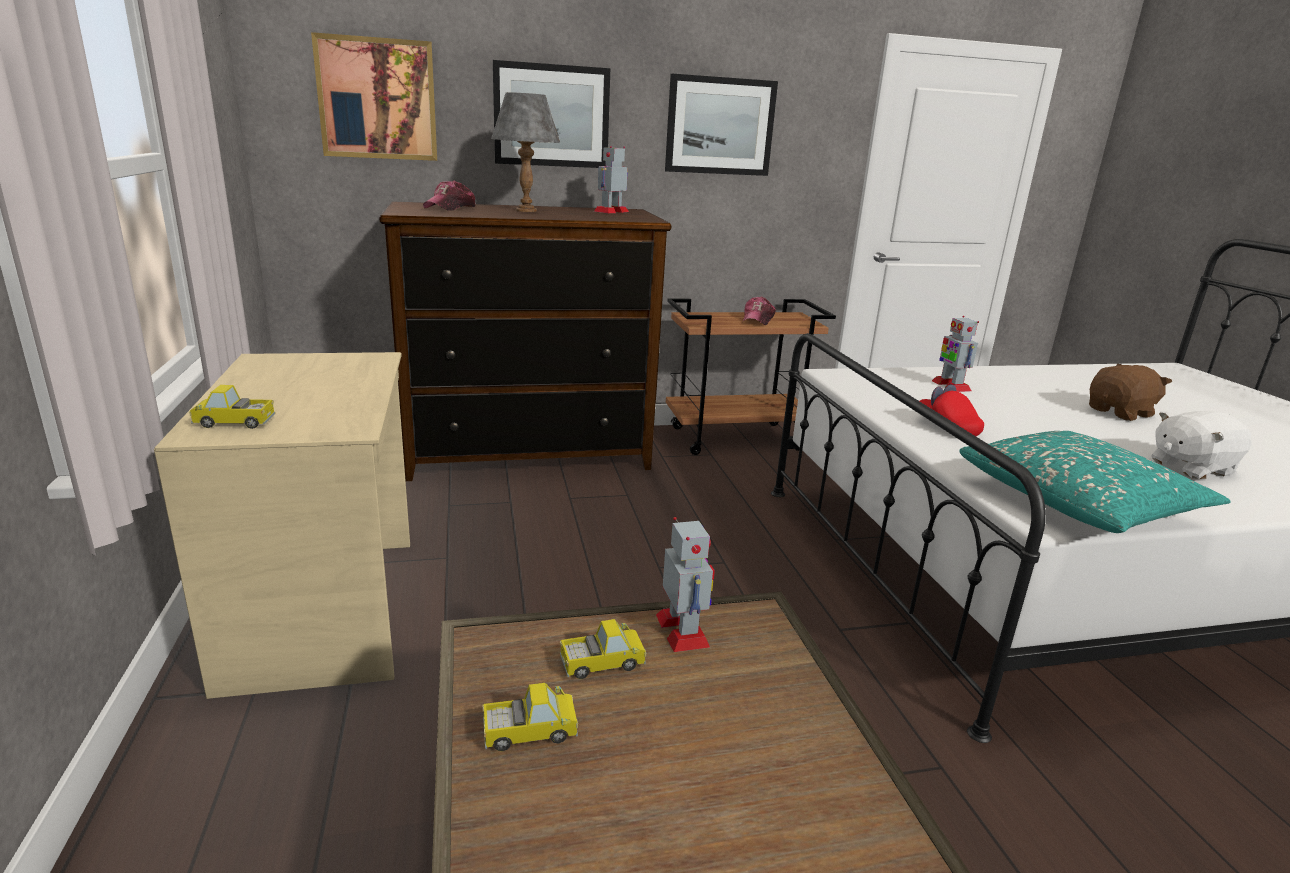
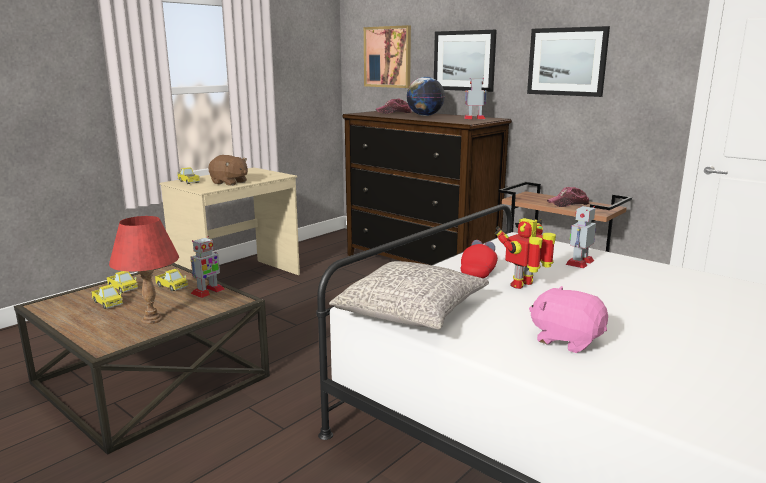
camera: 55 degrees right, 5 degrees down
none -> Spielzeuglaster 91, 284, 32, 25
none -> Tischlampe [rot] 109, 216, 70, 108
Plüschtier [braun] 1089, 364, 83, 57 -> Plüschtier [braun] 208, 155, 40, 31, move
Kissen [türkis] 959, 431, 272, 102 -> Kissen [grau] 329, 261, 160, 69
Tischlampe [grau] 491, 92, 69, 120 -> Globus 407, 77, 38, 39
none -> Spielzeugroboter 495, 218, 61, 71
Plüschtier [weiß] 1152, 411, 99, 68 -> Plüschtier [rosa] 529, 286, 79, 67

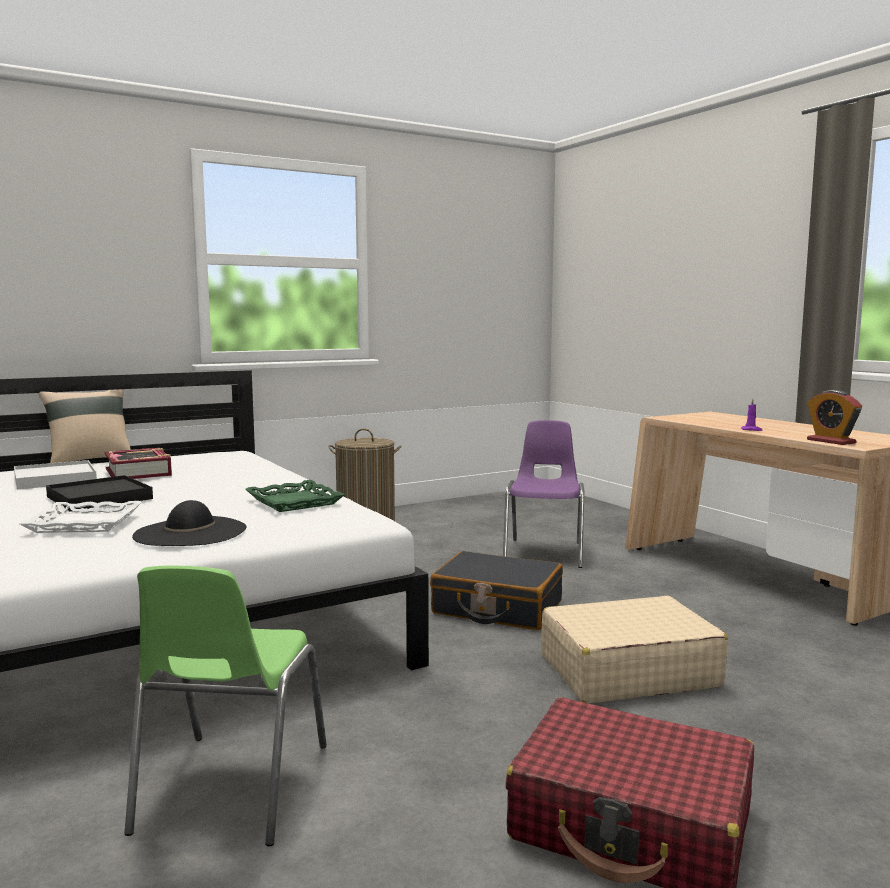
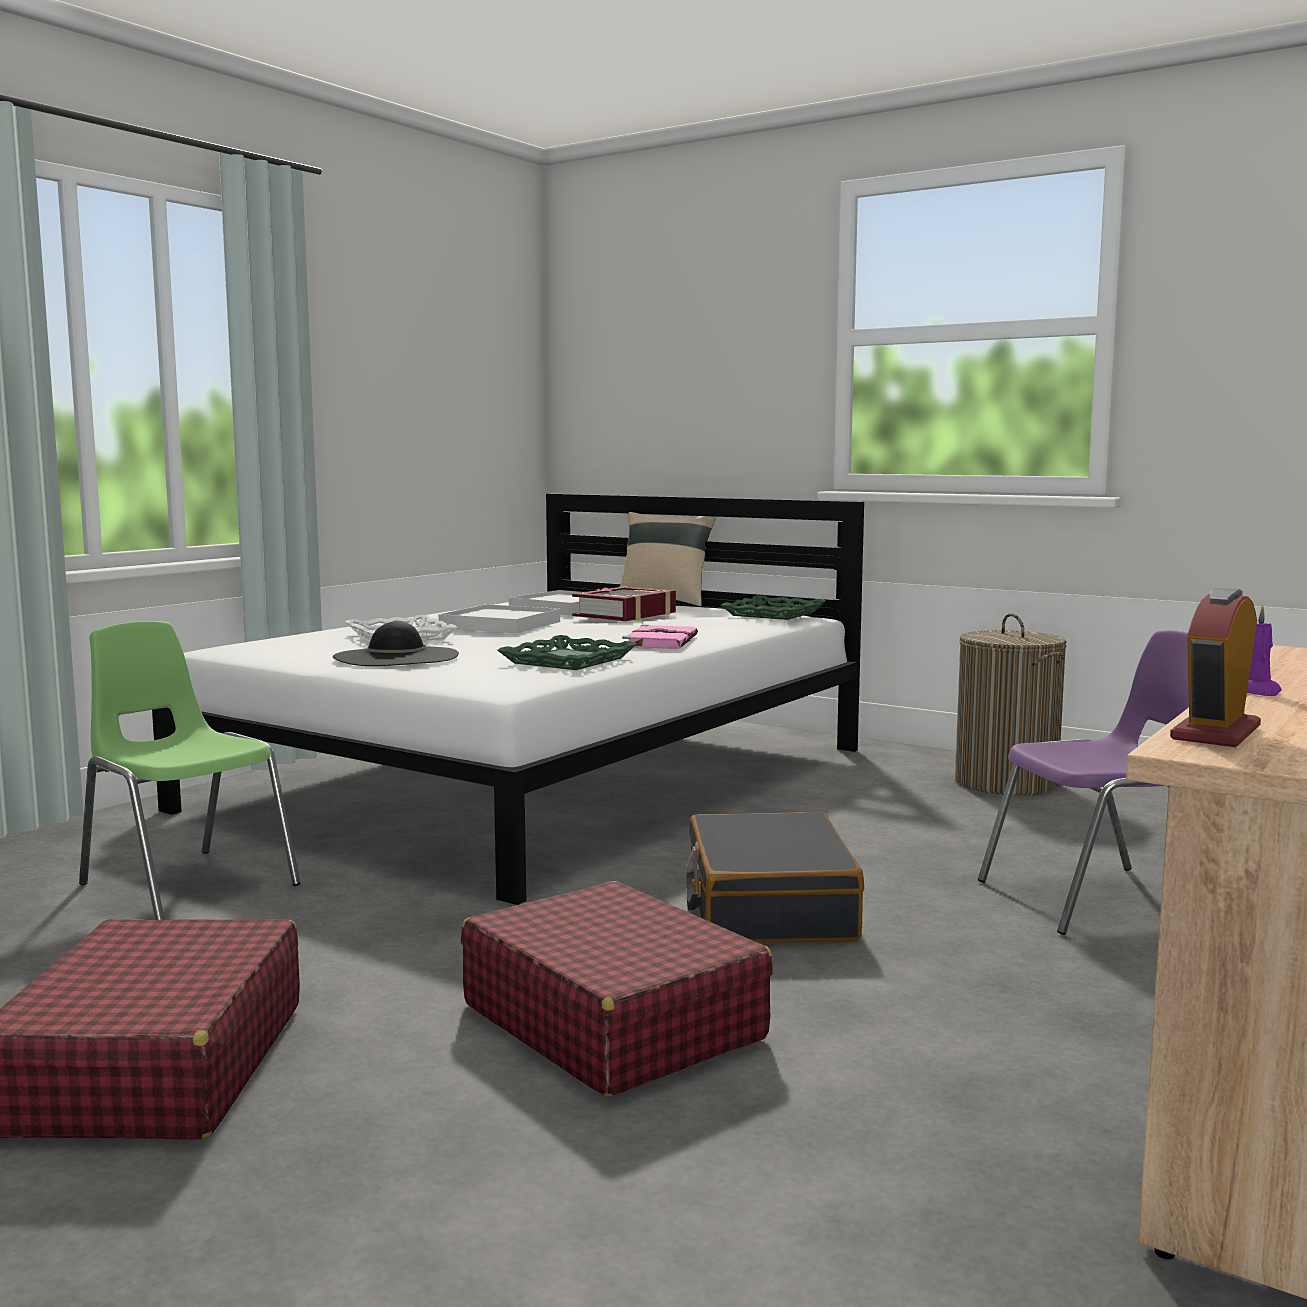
camera: 65 degrees right, 0 degrees up
Stuhl [grün] 124, 566, 203, 280 -> Stuhl [grün] 79, 621, 221, 299, 60 degrees clockwise
Tablett [schwarz] 46, 475, 107, 36 -> Tablett [weiß] 438, 604, 122, 29
Koffer [beige] 541, 596, 187, 107 -> Koffer [rot] 461, 881, 313, 215
none -> Buch [rosa] 622, 624, 76, 25
none -> Tablett [grün] 721, 595, 105, 25

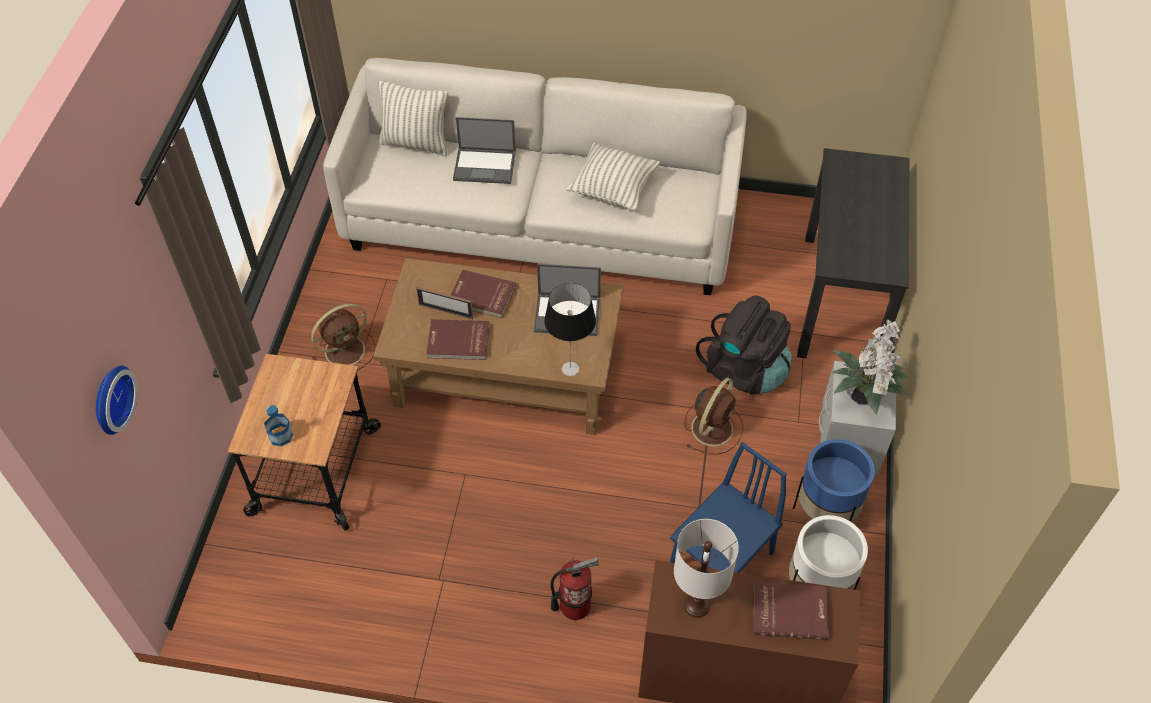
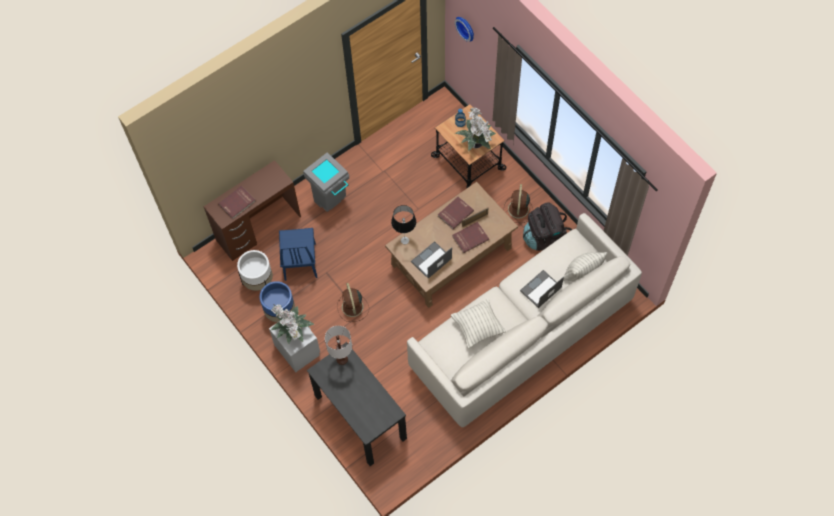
camera: 135 degrees right, 10 degrees up
Feuerlöscher 550, 557, 49, 63 -> Mülleimer [grau] 303, 152, 46, 60
Tischlampe [weiß] 674, 519, 65, 99 -> Tischlampe [weiß] 325, 326, 27, 39, move
none -> Topfpflanze 455, 108, 41, 43
Rucksack [schwarz] 696, 296, 96, 98 -> Rucksack [schwarz] 523, 202, 49, 49, move

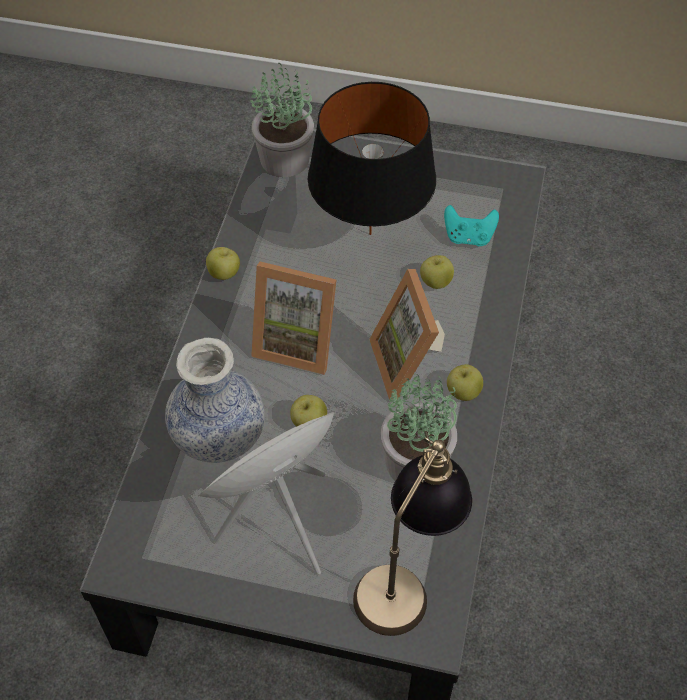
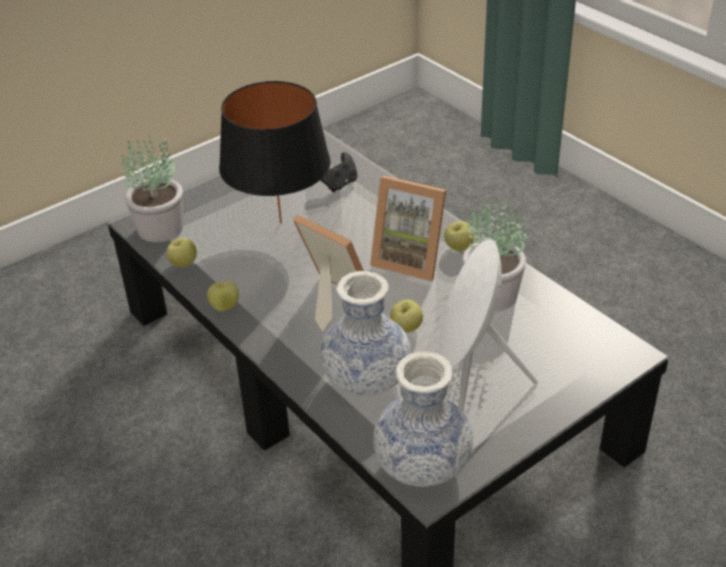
camera: 50 degrees left, 15 degrees down
Apfel 420, 255, 34, 34 -> Apfel 166, 238, 31, 29, move
Bilderrahmen 251, 262, 85, 113 -> Bilderrahmen 293, 215, 71, 117, 105 degrees counterclockwise
Gamepad [türkis] 444, 205, 55, 41 -> Gamepad [schwarz] 320, 152, 38, 40
none -> Vase 373, 351, 100, 136
Tischlampe 353, 431, 119, 205 -> none

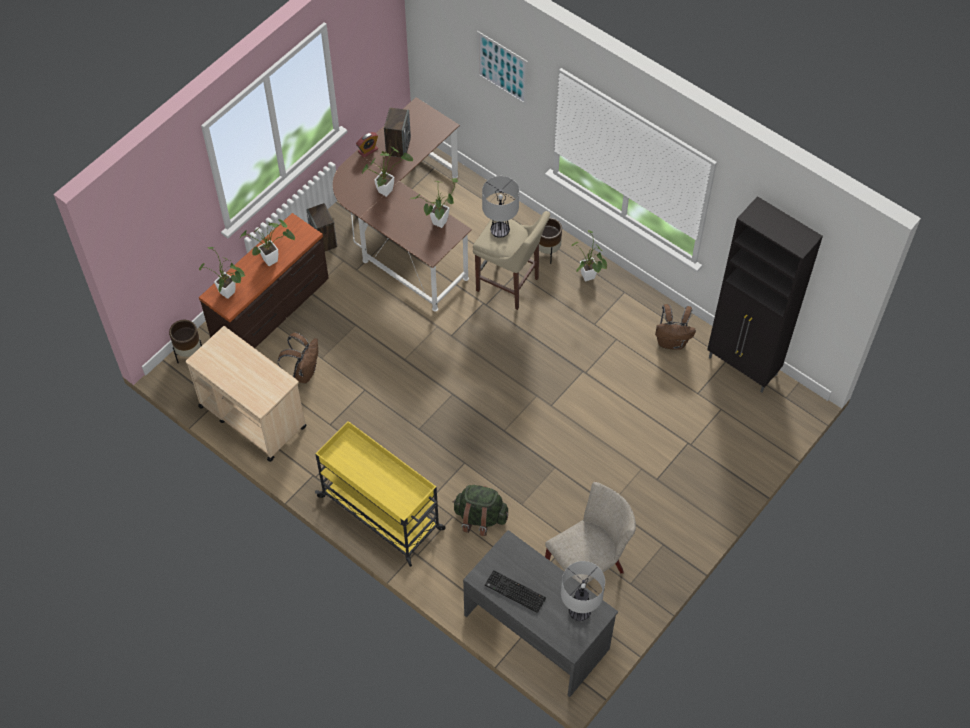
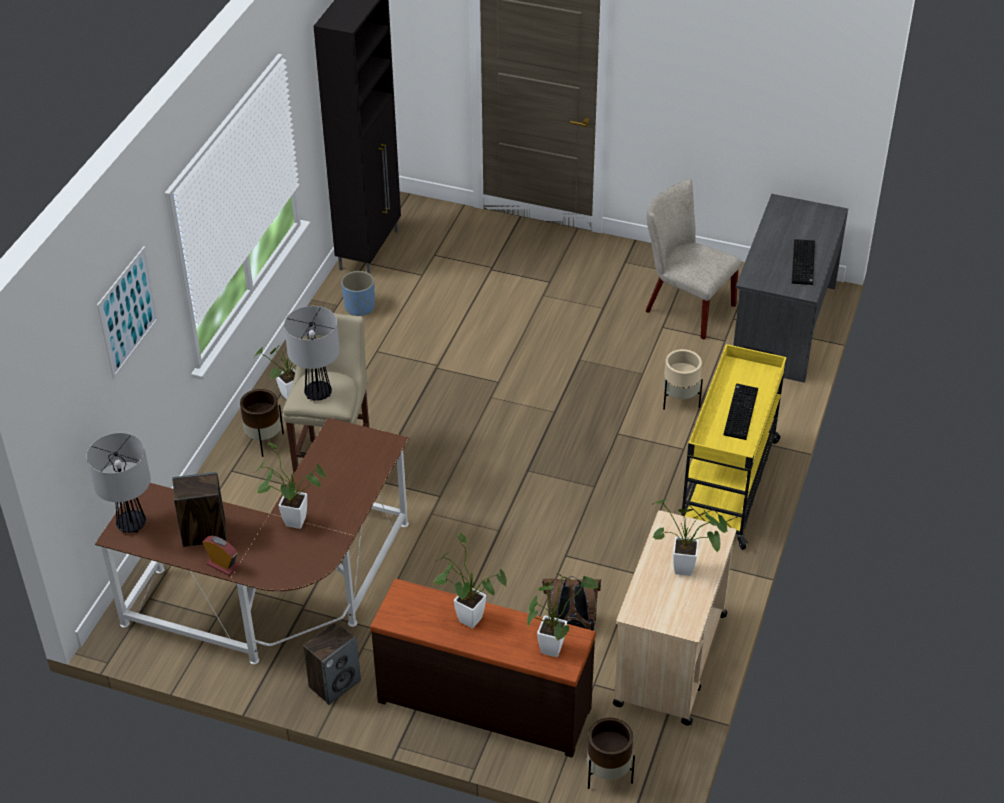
camera: 110 degrees left, 15 degrees down
Tischlampe 561, 561, 44, 60 -> Tischlampe 86, 433, 65, 100, move
Rucksack [braun] 655, 304, 41, 46 -> Pflanzkübel [blau] 341, 271, 34, 45
Topfpflanze 410, 178, 48, 50 -> Topfpflanze 652, 499, 76, 77, move
Rucksack [grün] 453, 485, 55, 51 -> Pflanzkübel [beige] 663, 349, 40, 61
none -> Tastatur 723, 383, 35, 57

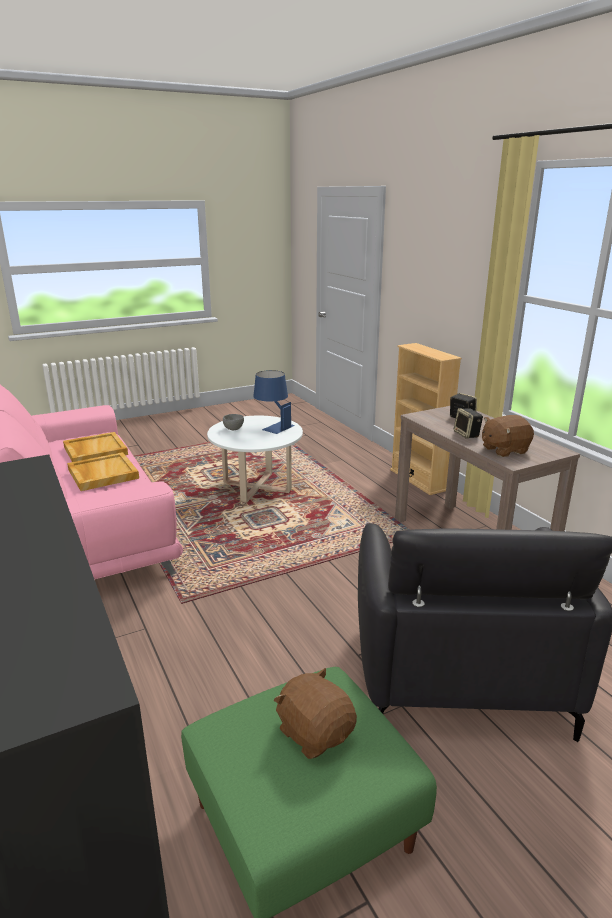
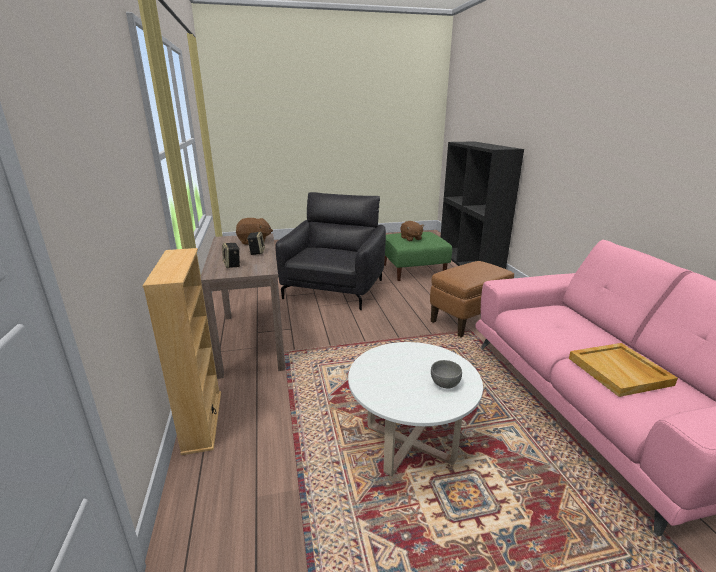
camera: 165 degrees left, 0 degrees up
none -> Polsterhocker [braun] 430, 261, 84, 76
Tablett [beige] 67, 452, 72, 39 -> none
Tischlampe [blau] 253, 370, 42, 64 -> none

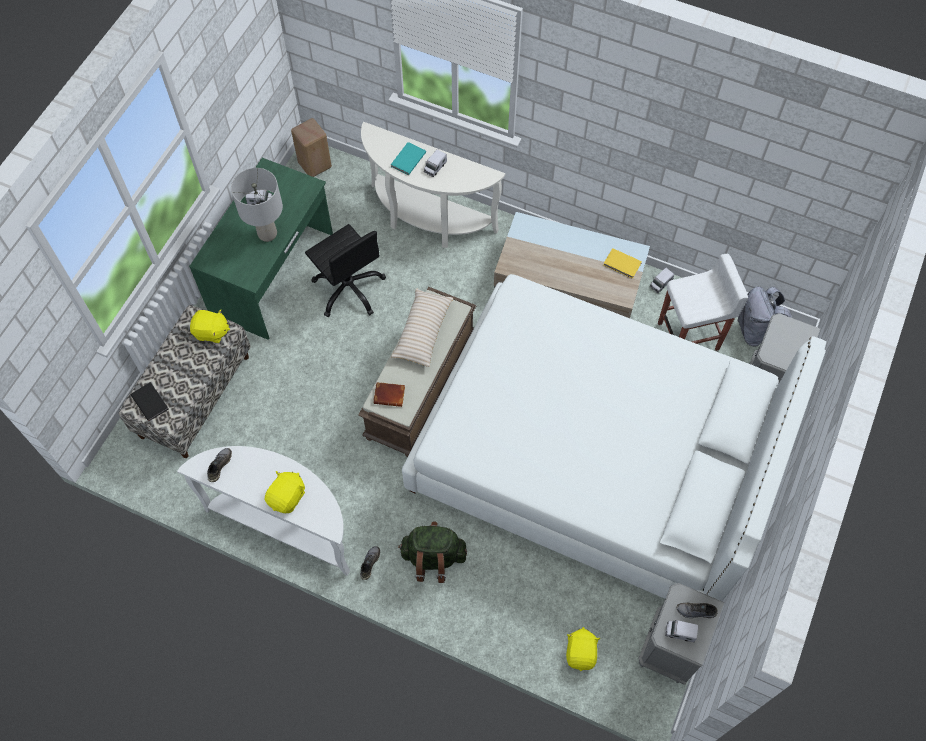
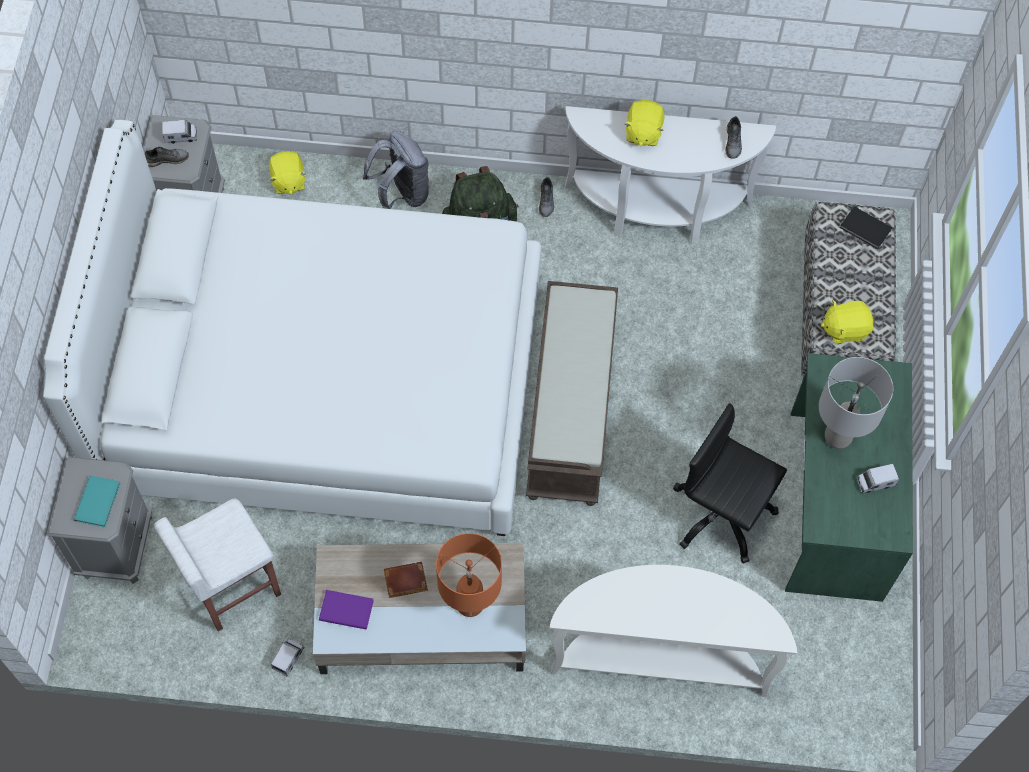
camera: 160 degrees right, 0 degrees up
Buch [türkis] 391, 142, 35, 33 -> Buch [türkis] 74, 475, 47, 53, move
Buch [gelb] 604, 248, 38, 31 -> Buch [lila] 319, 590, 55, 40
Rucksack [grau] 737, 286, 55, 61 -> Rucksack [grau] 363, 131, 66, 78, move
Buch [braun] 373, 382, 32, 25 -> Buch [braun] 384, 562, 44, 36, move
none -> Tischlampe [orange] 436, 533, 66, 84
Hocker [beige] 291, 118, 41, 59 -> none
Kissen [beige] 391, 288, 62, 79 -> none
Spielzeuglaster 424, 149, 23, 28 -> none

